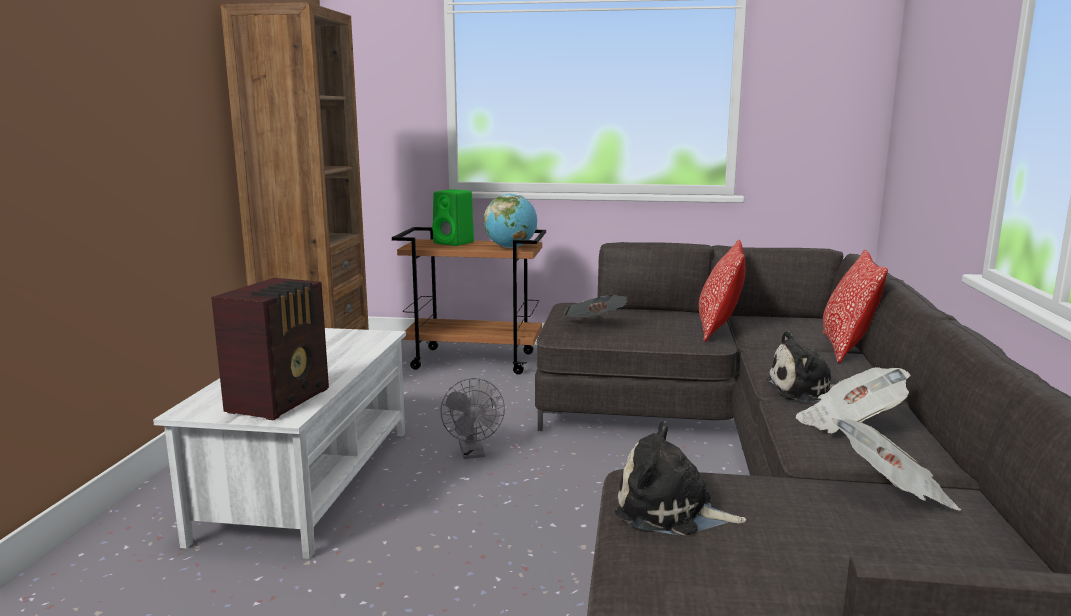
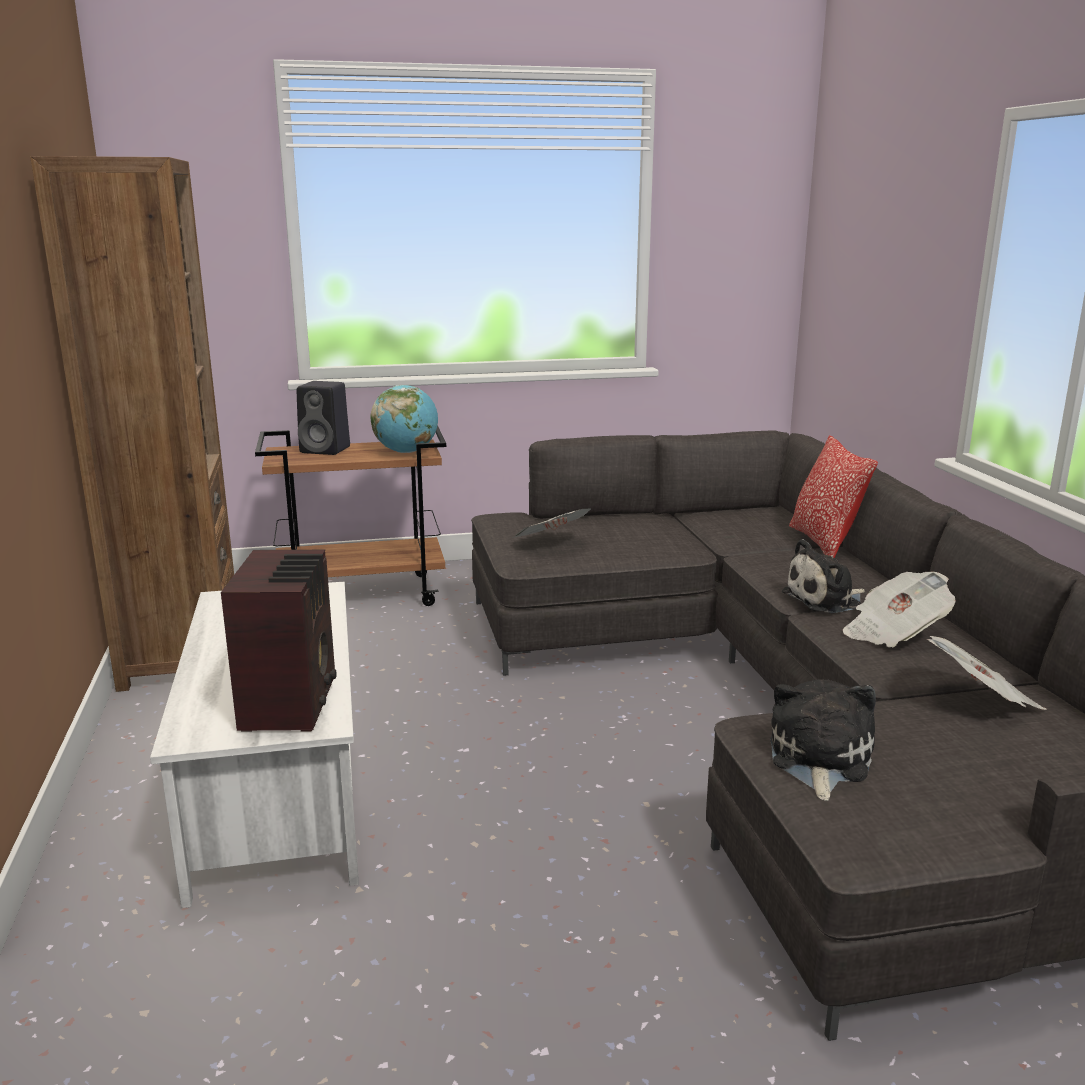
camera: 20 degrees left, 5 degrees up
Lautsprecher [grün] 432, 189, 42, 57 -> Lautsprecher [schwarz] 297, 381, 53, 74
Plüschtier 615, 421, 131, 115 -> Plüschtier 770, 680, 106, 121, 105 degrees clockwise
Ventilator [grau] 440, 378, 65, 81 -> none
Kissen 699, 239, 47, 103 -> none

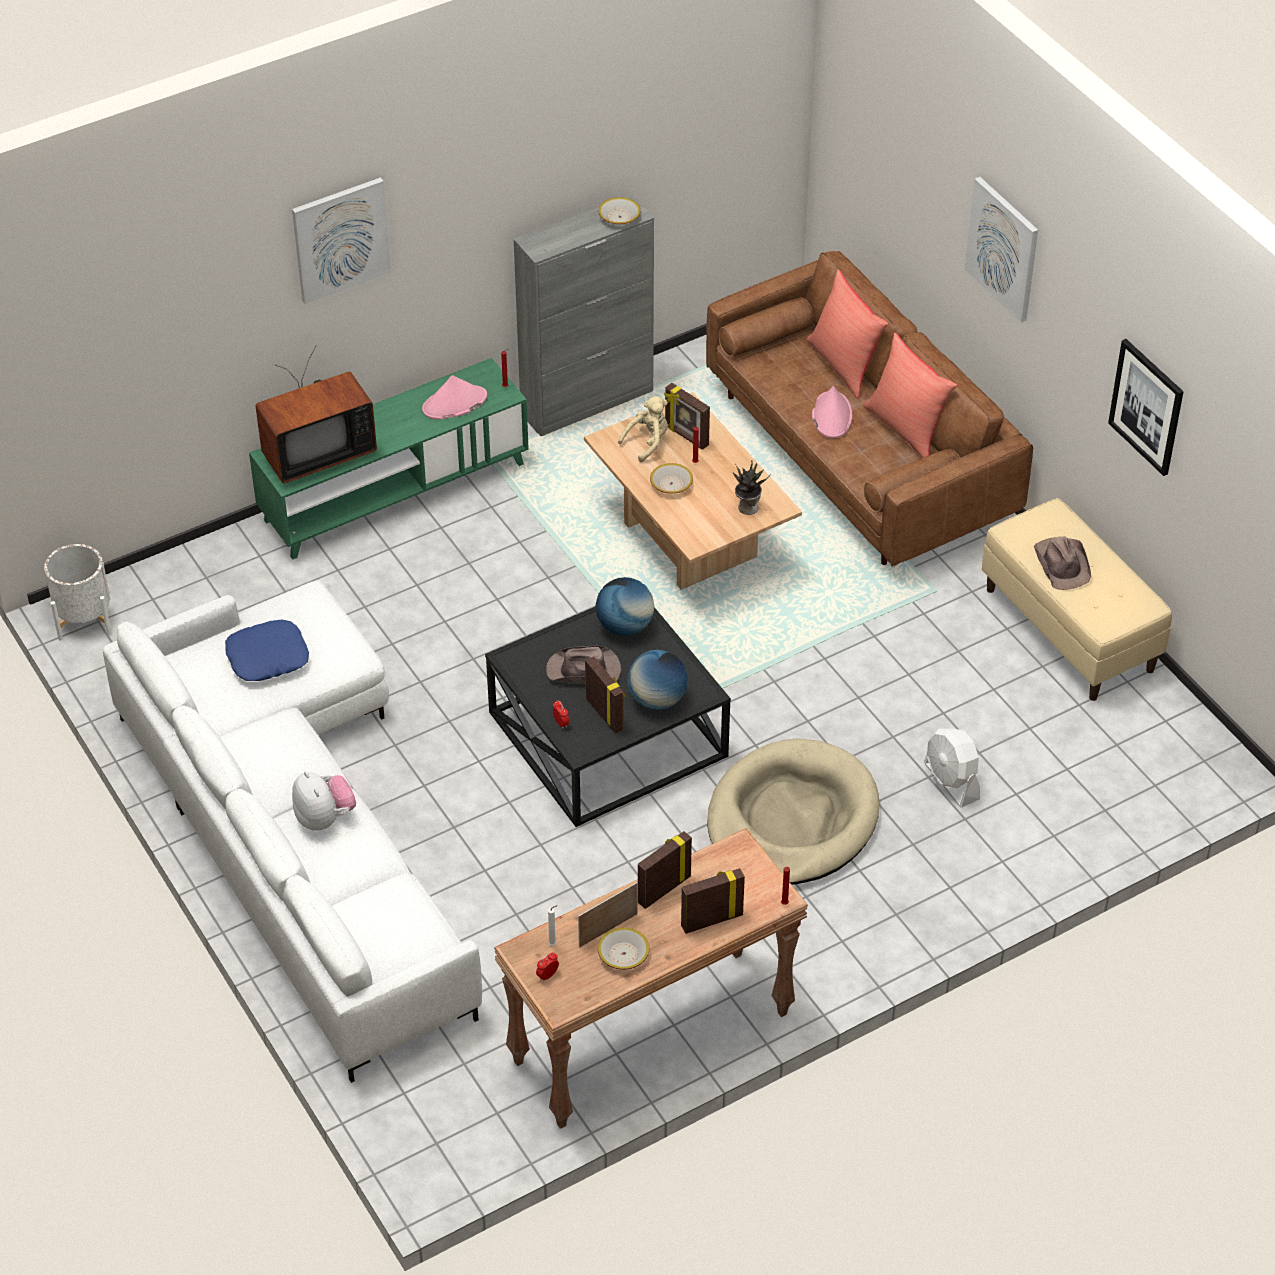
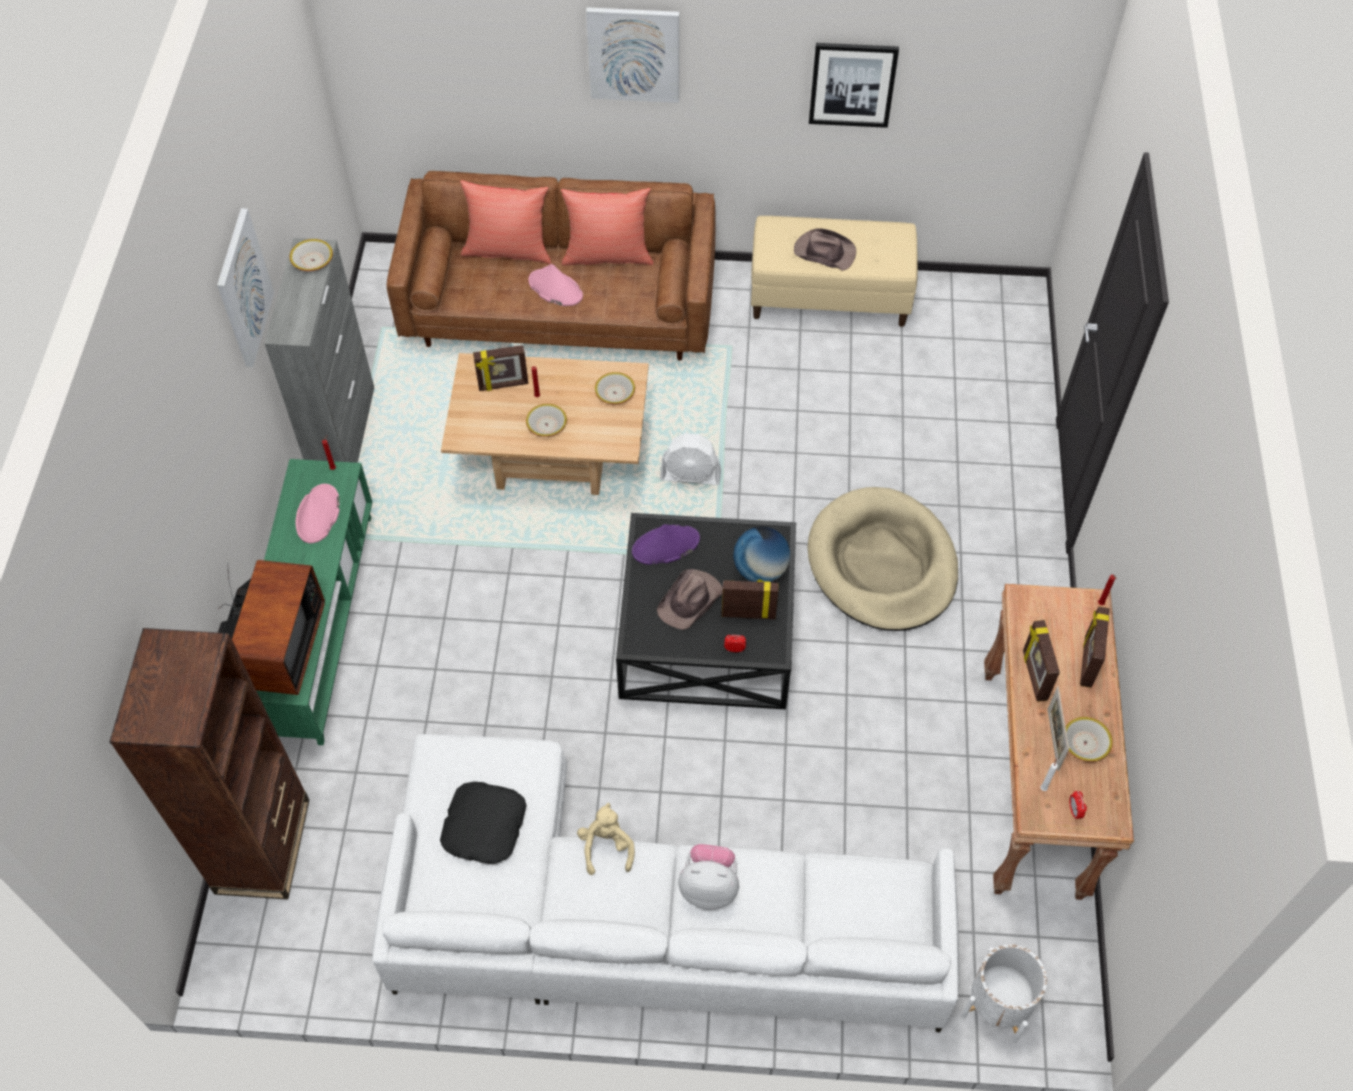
camera: 55 degrees left, 10 degrees up
none -> Bücherregal [braun] 110, 628, 199, 271
Bild 292, 177, 99, 127 -> Bild 217, 208, 57, 159, move
Kissen [blau] 225, 620, 84, 61 -> Kissen [schwarz] 440, 782, 87, 82
Plüschtier [beige] 618, 396, 50, 66 -> Plüschtier [beige] 577, 803, 58, 72, move
Topfpflanze 733, 460, 37, 55 -> Schüssel 595, 372, 40, 32
Globus 596, 577, 58, 59 -> Hut [lila] 632, 524, 68, 41
Ventilator [weiß] 924, 729, 56, 79 -> Ventilator [weiß] 660, 433, 61, 52, move
Pflanzkübel [weiß] 44, 544, 68, 97 -> Pflanzkübel [weiß] 961, 944, 86, 99, move

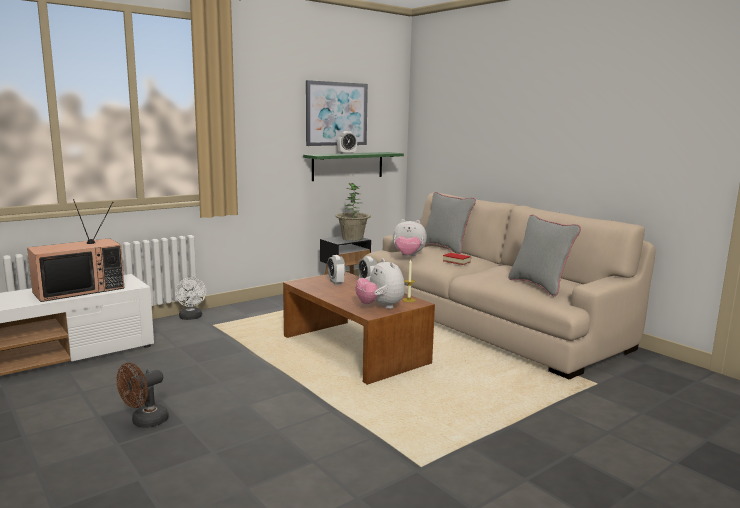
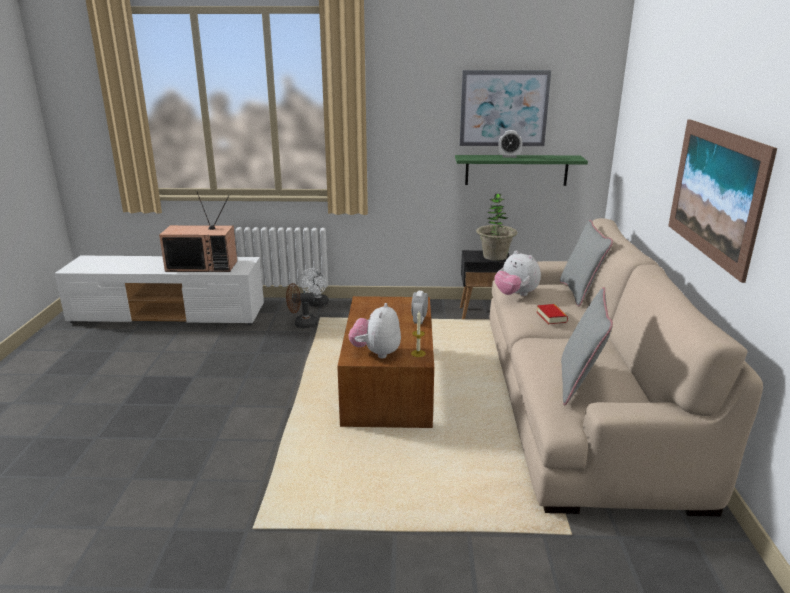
camera: 40 degrees right, 10 degrees up
Ventilator [braun] 117, 363, 52, 65 -> Ventilator [braun] 286, 283, 32, 45, move
none -> Bild 668, 120, 109, 163
Wecker 327, 255, 19, 30 -> none

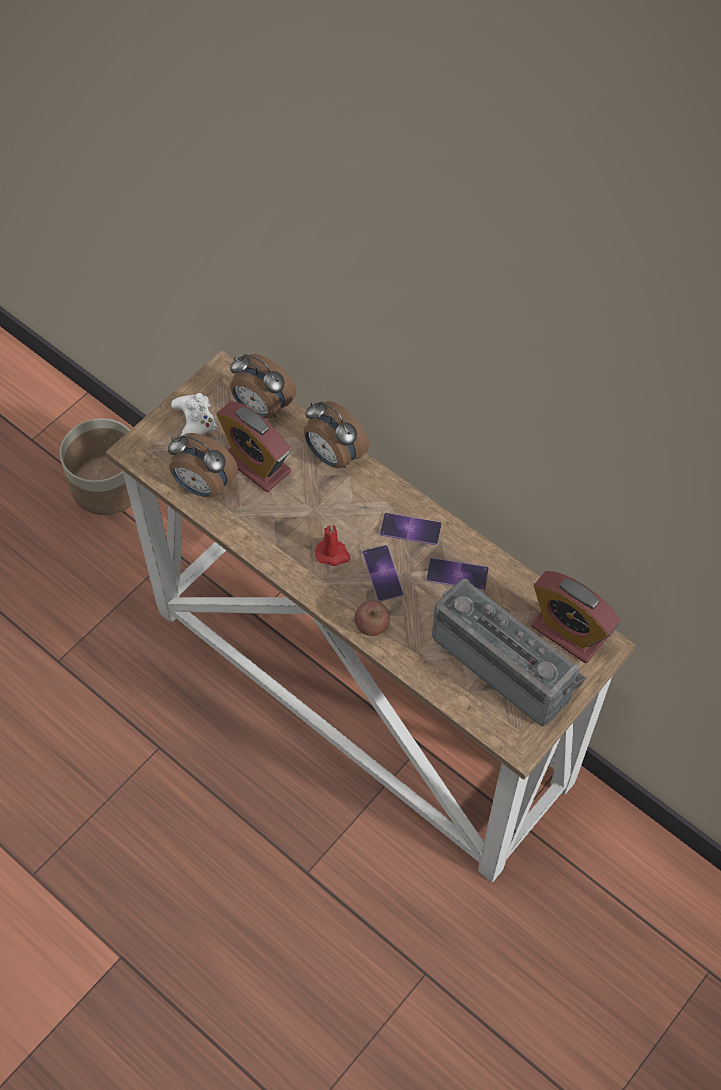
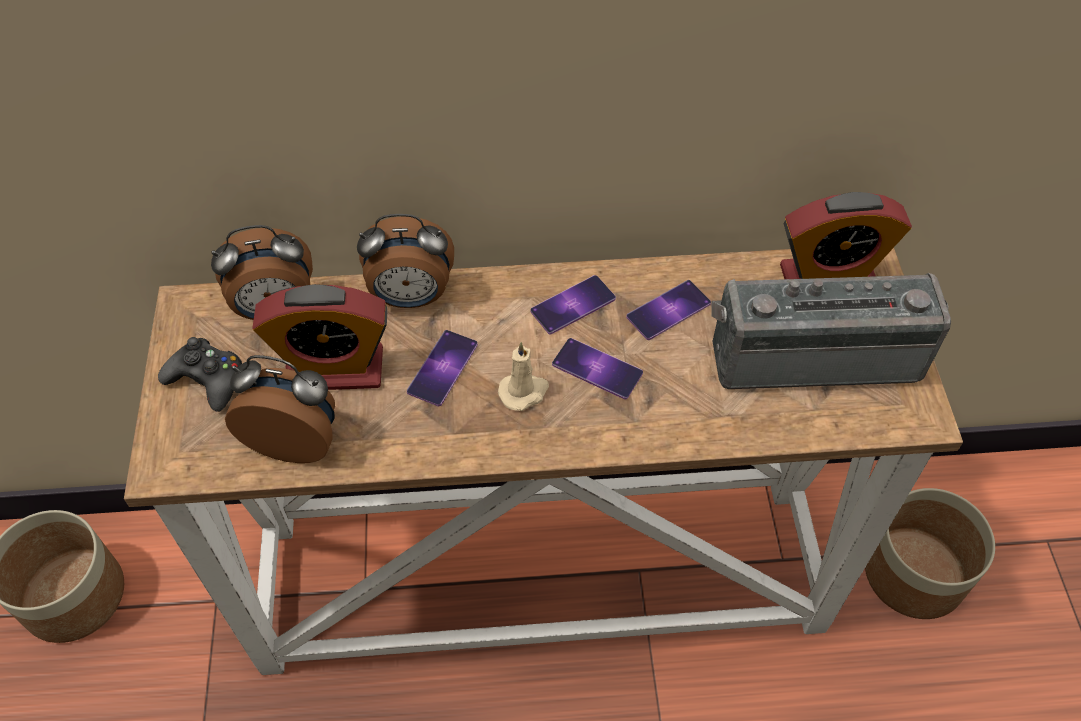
camera: 45 degrees left, 5 degrees down
Gamepad [weiß] 171, 393, 46, 43 -> Gamepad [schwarz] 158, 337, 84, 75
Wecker 168, 433, 70, 64 -> Wecker 225, 355, 110, 108, 150 degrees counterclockwise
none -> Handy 407, 330, 71, 76
Kerze [rot] 315, 524, 35, 42 -> Kerze [beige] 498, 342, 51, 69
none -> Pflanzkübel 865, 488, 130, 131
Apfel 355, 601, 35, 35 -> none

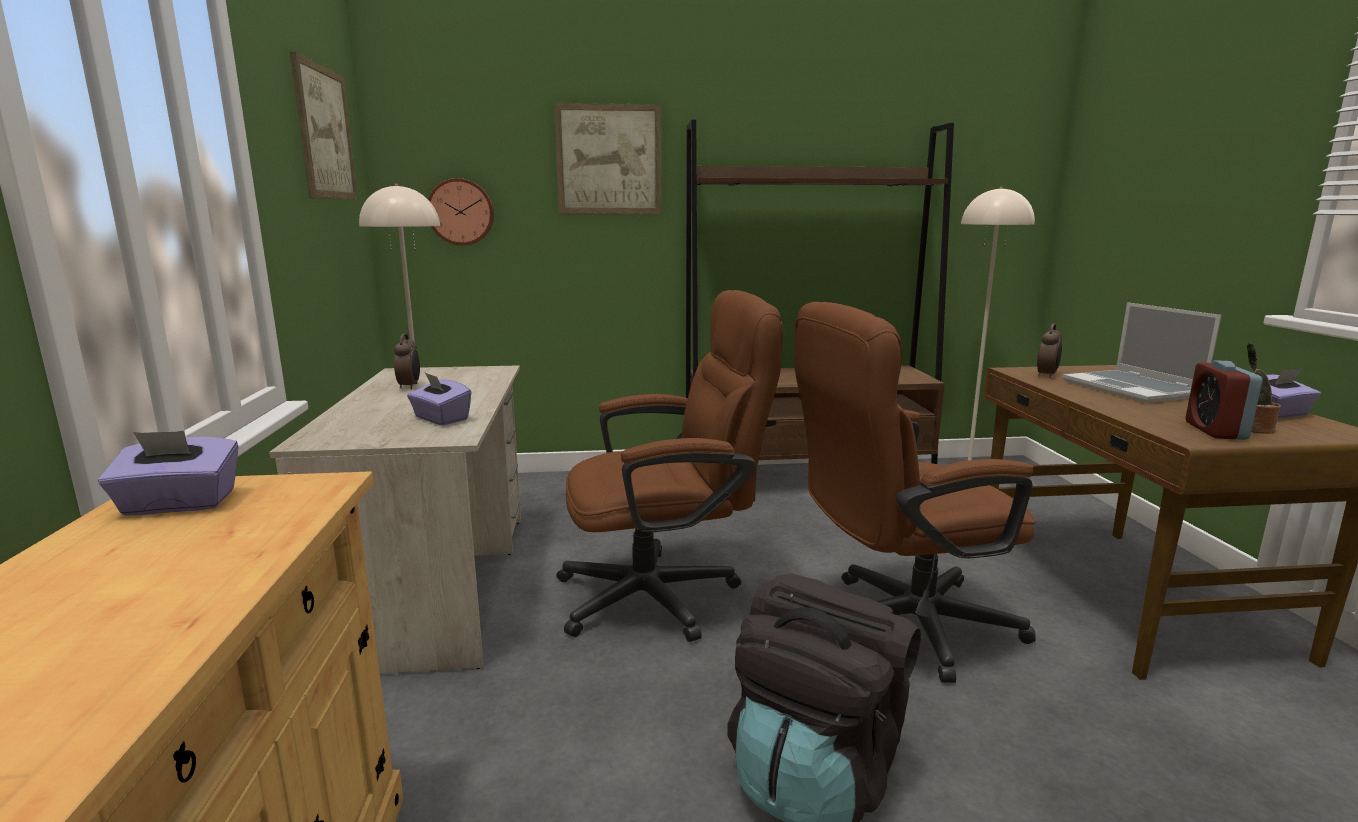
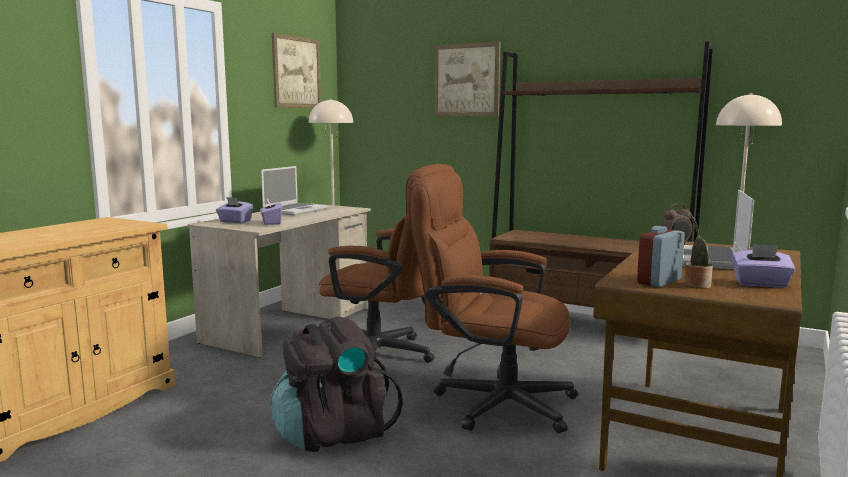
camera: 35 degrees right, 5 degrees down
Taschentuchbox [lila] 98, 431, 141, 84 -> Taschentuchbox [lila] 216, 197, 37, 26, move
Wecker 394, 333, 26, 56 -> Laptop 261, 166, 66, 50
Wanduhr 428, 178, 66, 67 -> none

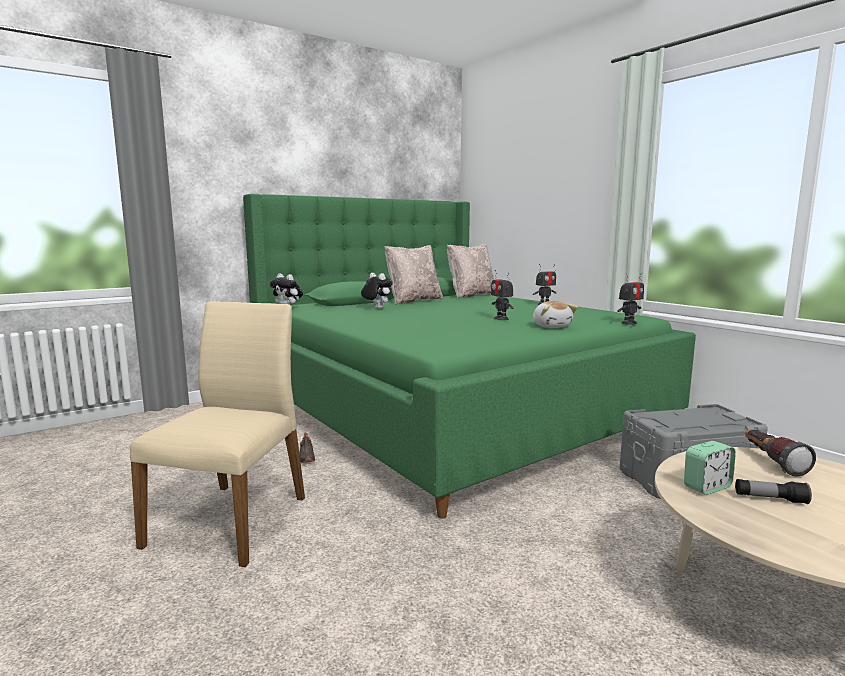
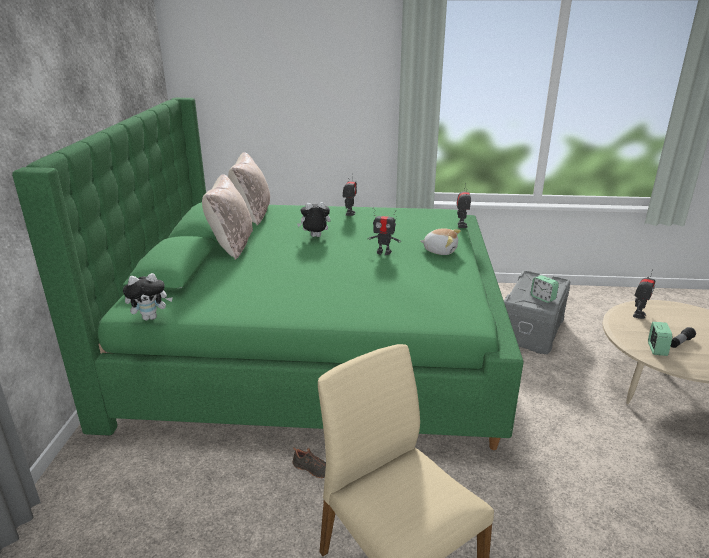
camera: 50 degrees left, 15 degrees up
Plüschtier 361, 273, 32, 36 -> Plüschtier 297, 202, 34, 35, move
none -> Wecker 531, 275, 28, 28
Taschenlampe 745, 430, 71, 47 -> Spielzeugroboter 633, 269, 22, 50

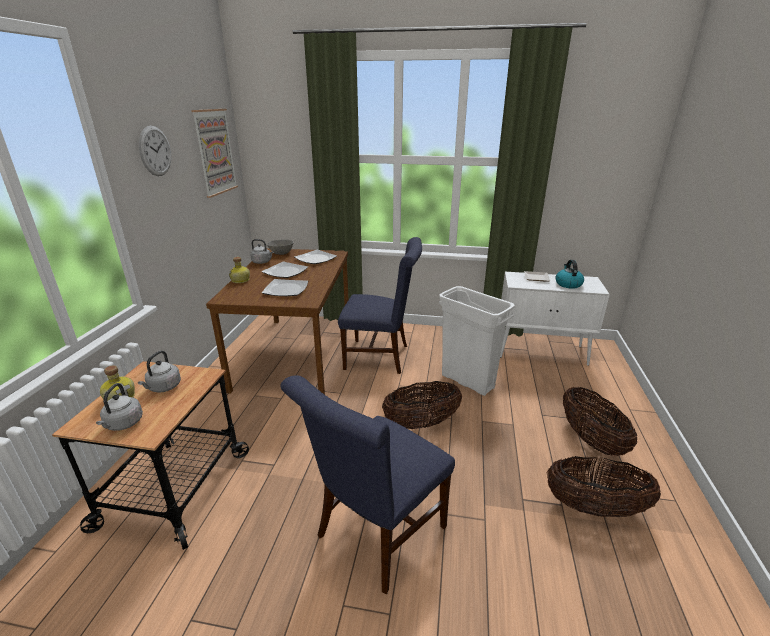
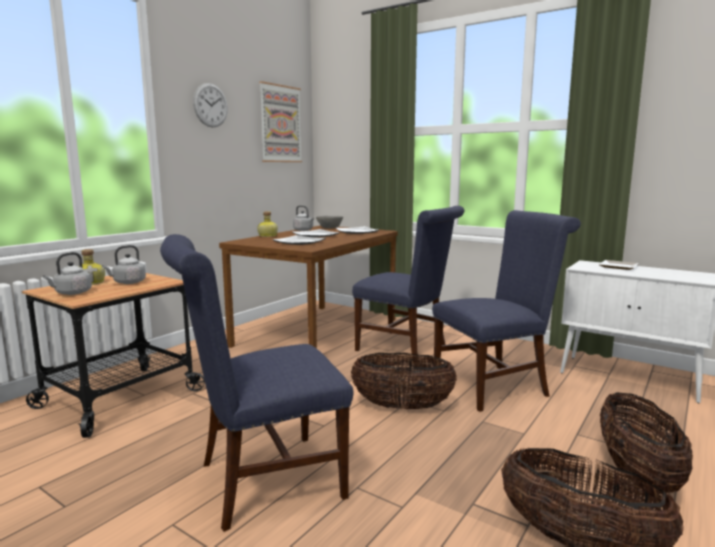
camera: 25 degrees right, 15 degrees down
Mülleimer [weiß] 439, 286, 76, 110 -> Stuhl [blau] 432, 210, 149, 202
Wasserkessel 556, 260, 28, 29 -> none

